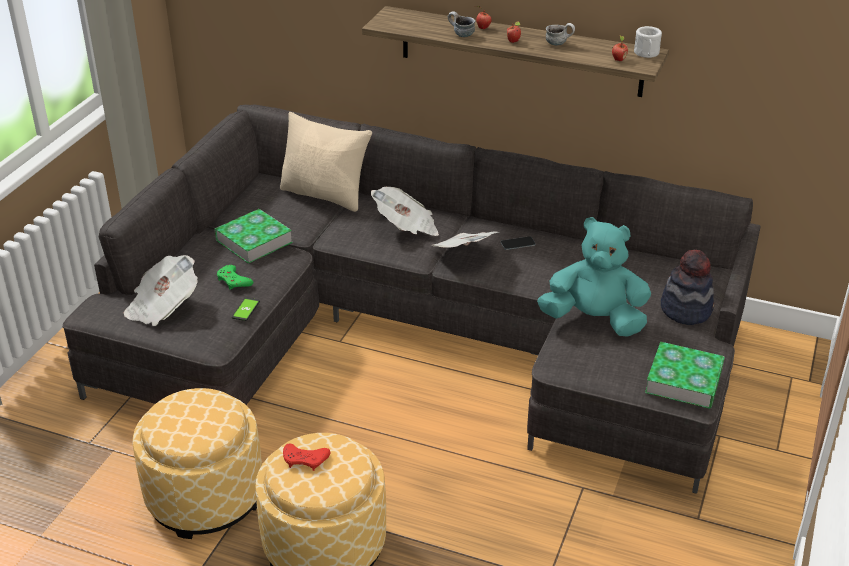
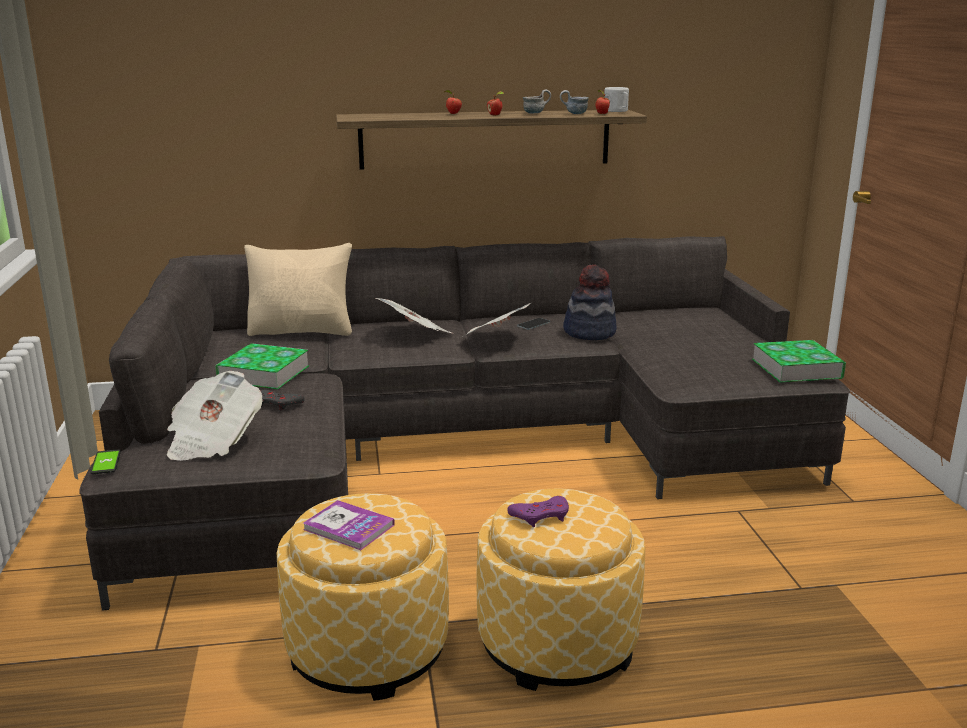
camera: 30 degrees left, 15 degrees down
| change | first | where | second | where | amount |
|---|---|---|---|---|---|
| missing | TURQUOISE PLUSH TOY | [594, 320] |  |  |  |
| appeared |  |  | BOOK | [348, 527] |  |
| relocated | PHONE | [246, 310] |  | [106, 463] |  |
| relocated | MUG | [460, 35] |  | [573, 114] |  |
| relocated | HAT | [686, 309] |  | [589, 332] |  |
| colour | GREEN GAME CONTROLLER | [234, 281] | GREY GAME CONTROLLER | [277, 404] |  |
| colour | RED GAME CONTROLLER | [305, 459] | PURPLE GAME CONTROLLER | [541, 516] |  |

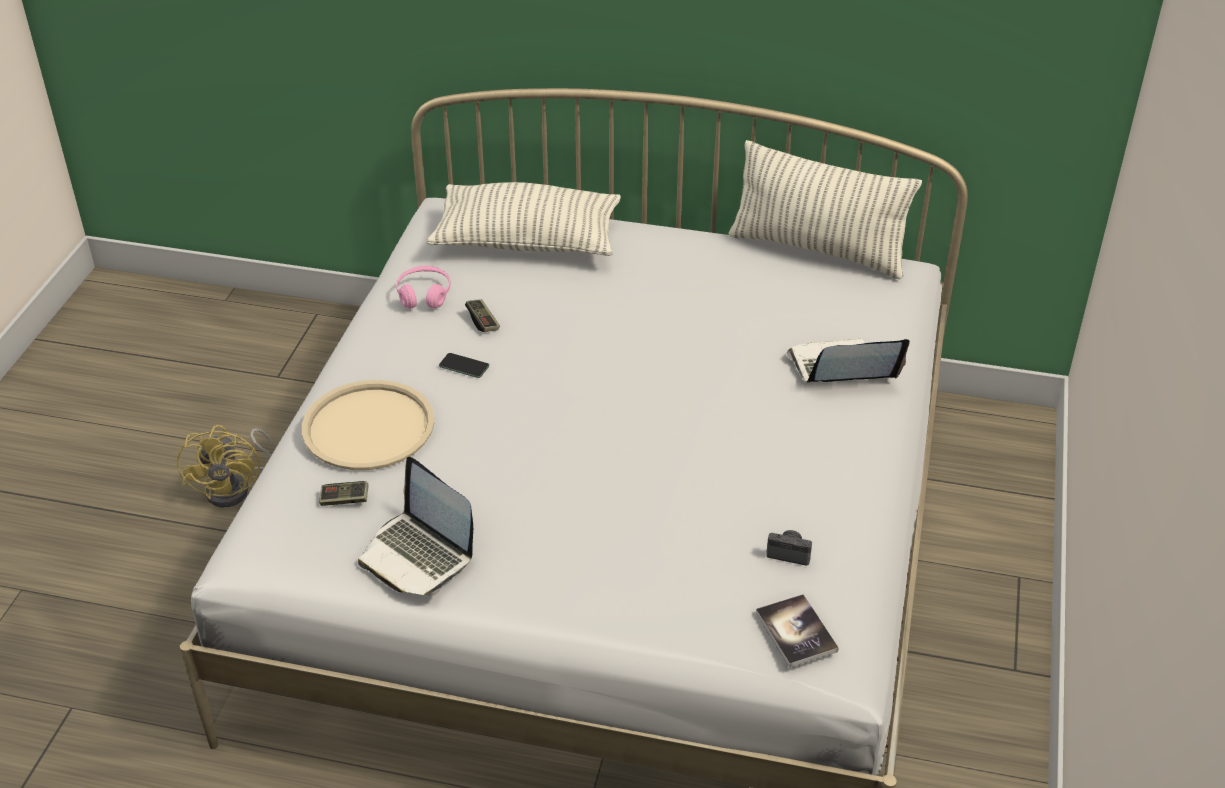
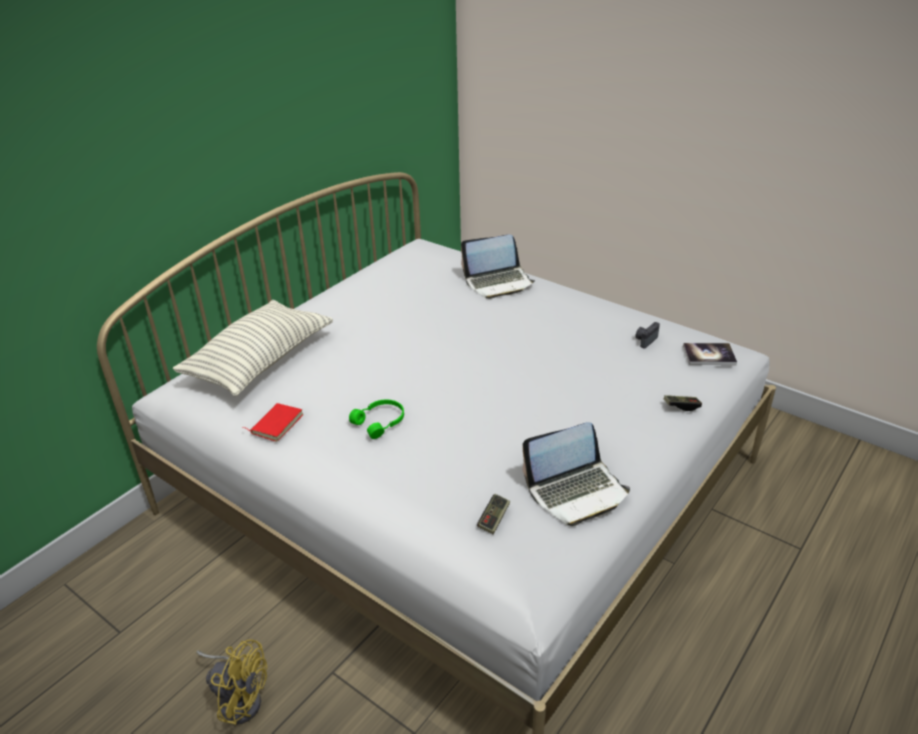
camera: 65 degrees left, 5 degrees down
| change | first | where | second | where | amount |
|---|---|---|---|---|---|
| missing | BEIGE TRAY | [368, 427] |  |  |  |
| missing | PILLOW | [817, 250] |  |  |  |
| relocated | GAME CONTROLLER | [482, 321] |  | [681, 406] |  |
| exchanged | PINK HEADPHONES | [424, 295] | RED BOOK | [276, 424] |  |
| exchanged | PHONE | [464, 366] | GREEN HEADPHONES | [380, 422] |  |
| spun | LAPTOP | [842, 369] |  | [498, 282] | 120 degrees counterclockwise |

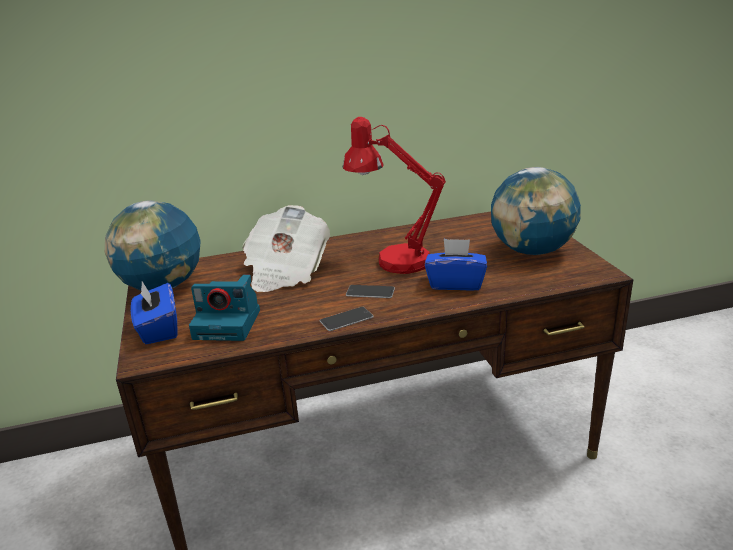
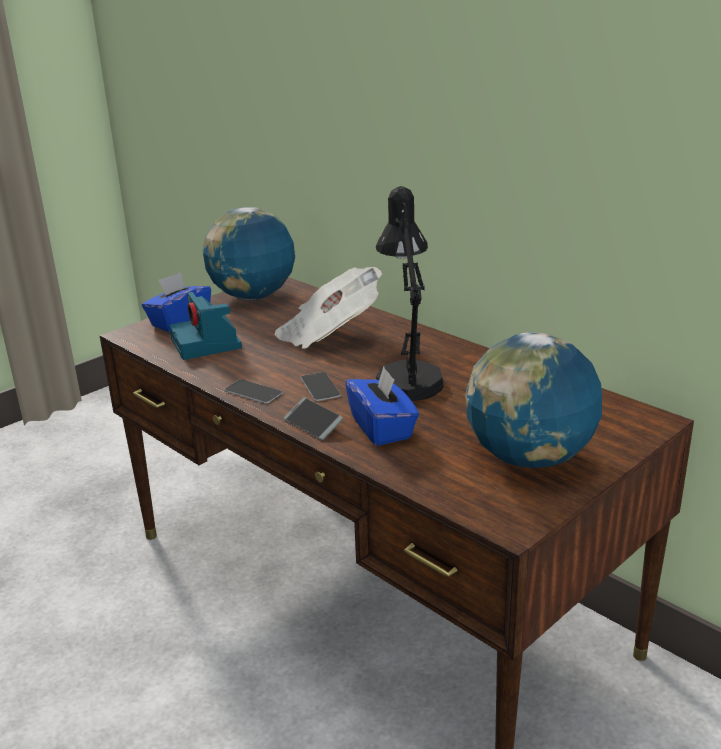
camera: 60 degrees right, 0 degrees up
| change | first | where | second | where | amount |
|---|---|---|---|---|---|
| appeared |  |  | PHONE | [313, 424] |  |
| colour | RED TABLE LAMP | [393, 260] | BLACK TABLE LAMP | [407, 377] |  |

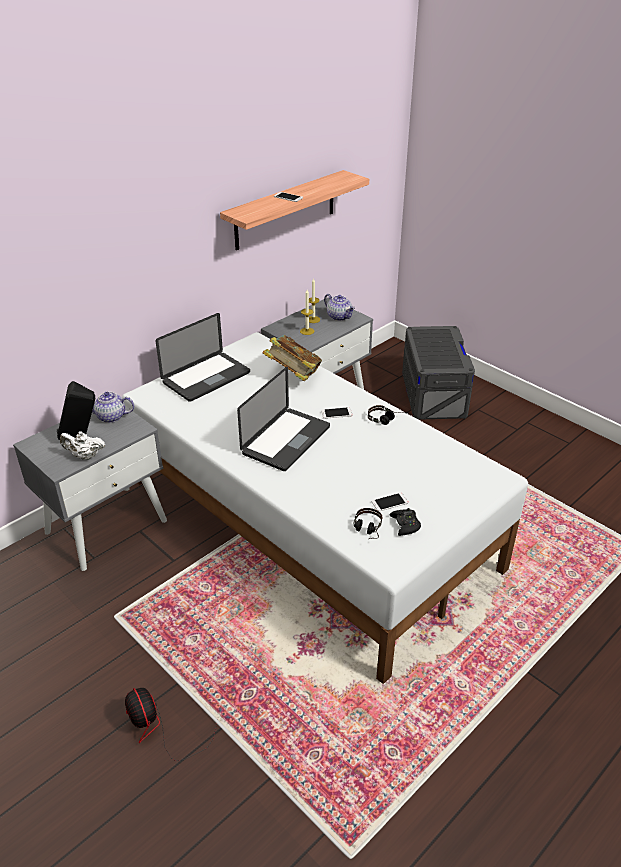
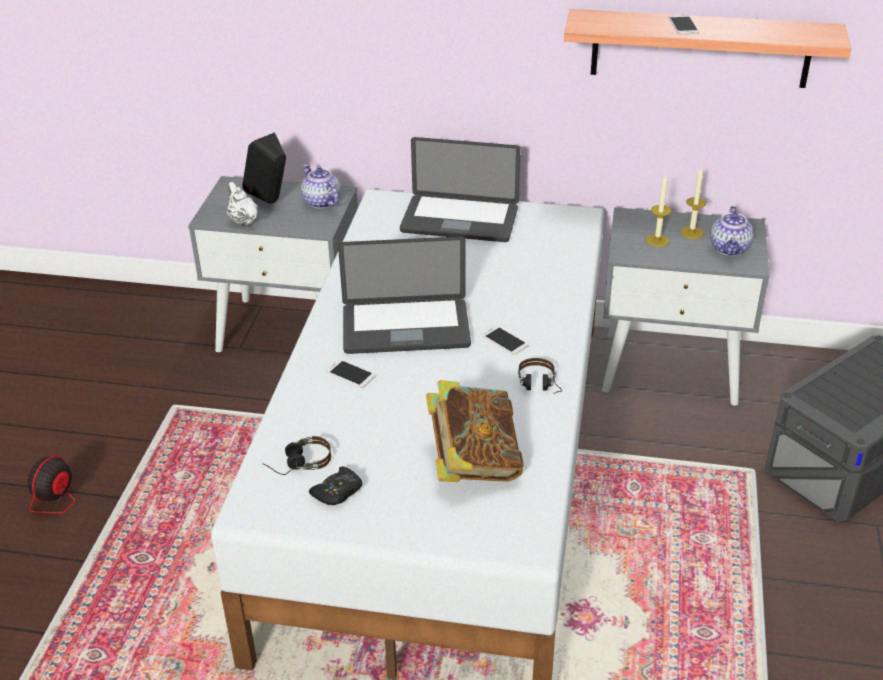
camera: 55 degrees right, 0 degrees up
| change | first | where | second | where | amount |
|---|---|---|---|---|---|
| relocated | BOOK | [293, 375] |  | [473, 463] |  |
| relocated | PHONE | [389, 502] |  | [350, 374] |  |

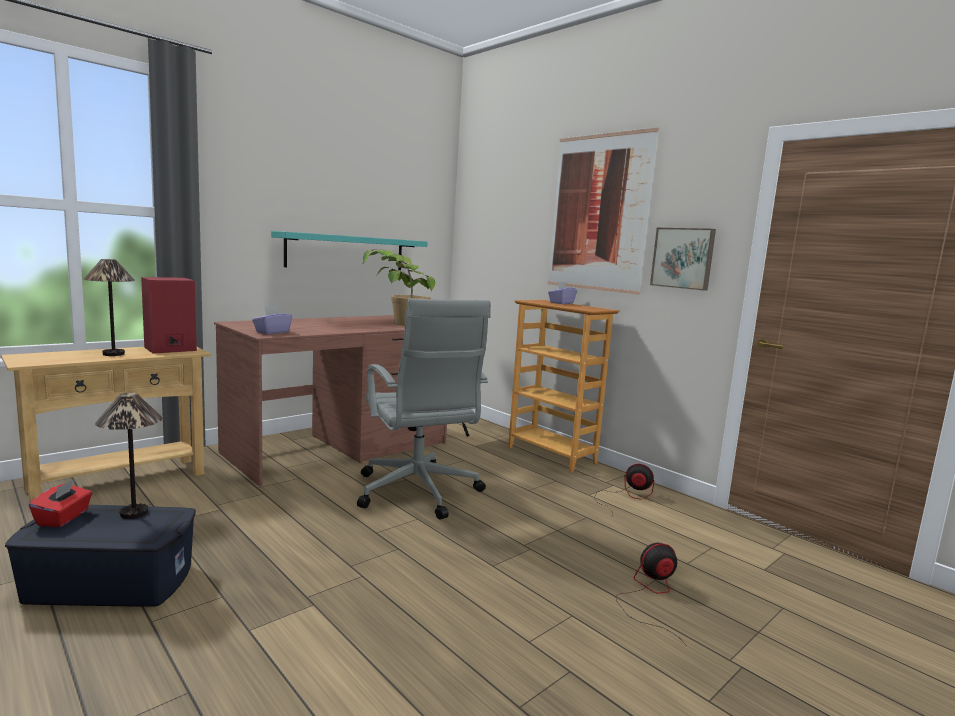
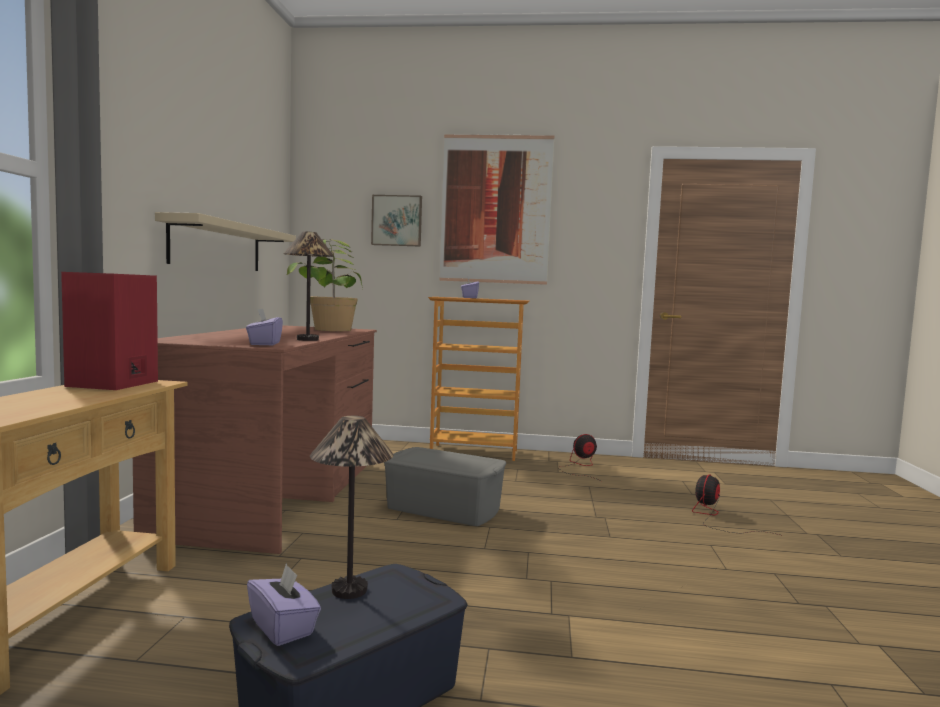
camera: 40 degrees left, 5 degrees down
| change | first | where | second | where | amount |
|---|---|---|---|---|---|
| relocated | TABLE LAMP | [113, 354] |  | [307, 339] |  |
| relocated | PICTURE | [683, 258] |  | [397, 221] |  |
| exchanged | GREY OFFICE CHAIR | [418, 493] | GREY STORAGE BOX | [443, 508] |  |
| colour | RED TISSUE BOX | [63, 518] | PURPLE TISSUE BOX | [283, 627] |  |
| colour | TURQUOISE SHELF | [346, 252] | BEIGE SHELF | [217, 246] |  |

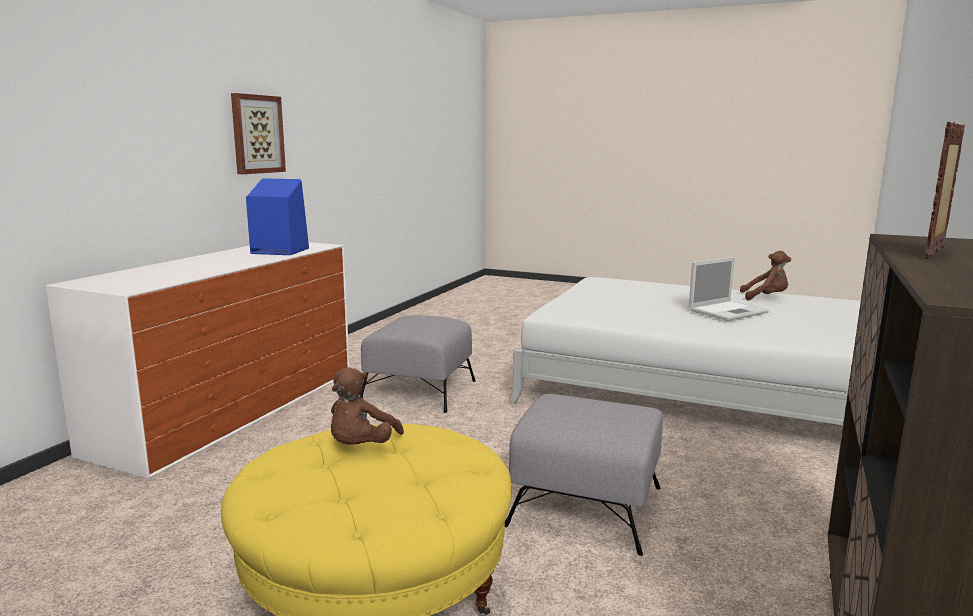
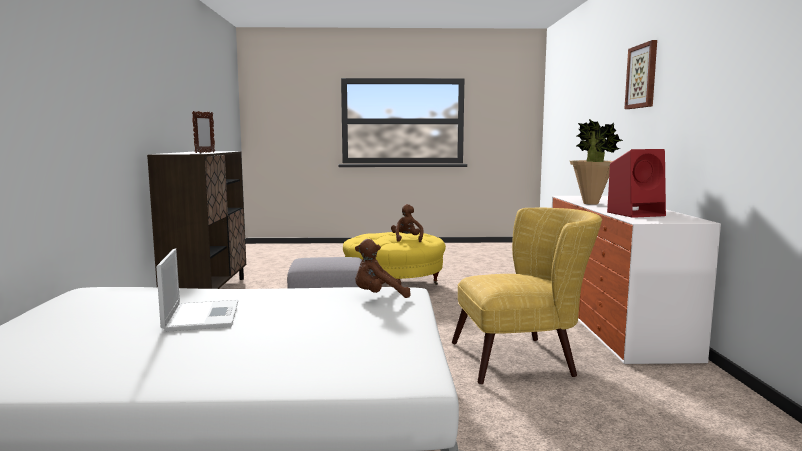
camera: 155 degrees right, 5 degrees down
| change | first | where | second | where | amount |
|---|---|---|---|---|---|
| appeared |  |  | POTTED PLANT | [591, 203] |  |
| relocated | PICTURE | [257, 134] |  | [642, 76] |  |
| relocated | BROWN PLUSH TOY | [766, 298] |  | [378, 296] |  |
| exchanged | GREY OTTOMAN | [420, 390] | YELLOW ARMCHAIR | [524, 359] |  |
| colour | BLUE SPEAKER | [278, 251] | RED SPEAKER | [636, 214] |  |
| spun | LAPTOP | [728, 311] |  | [202, 316] | 135 degrees clockwise |

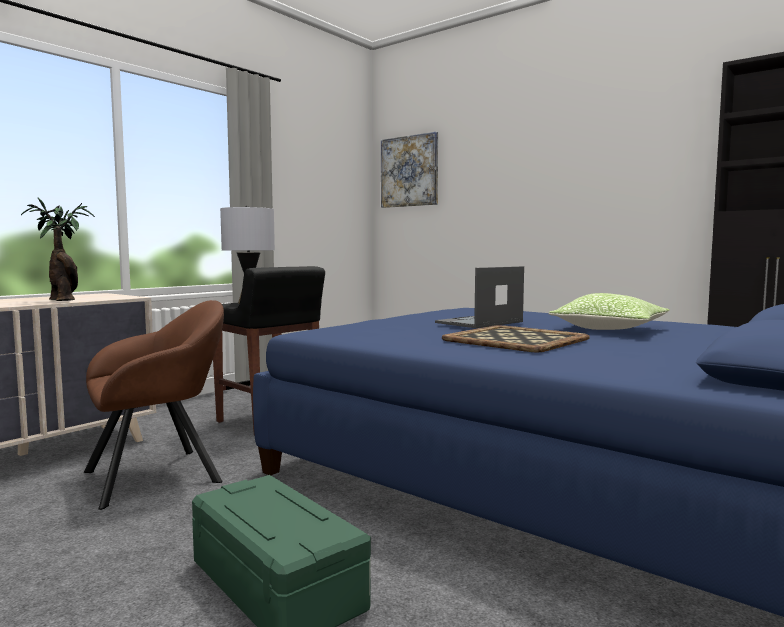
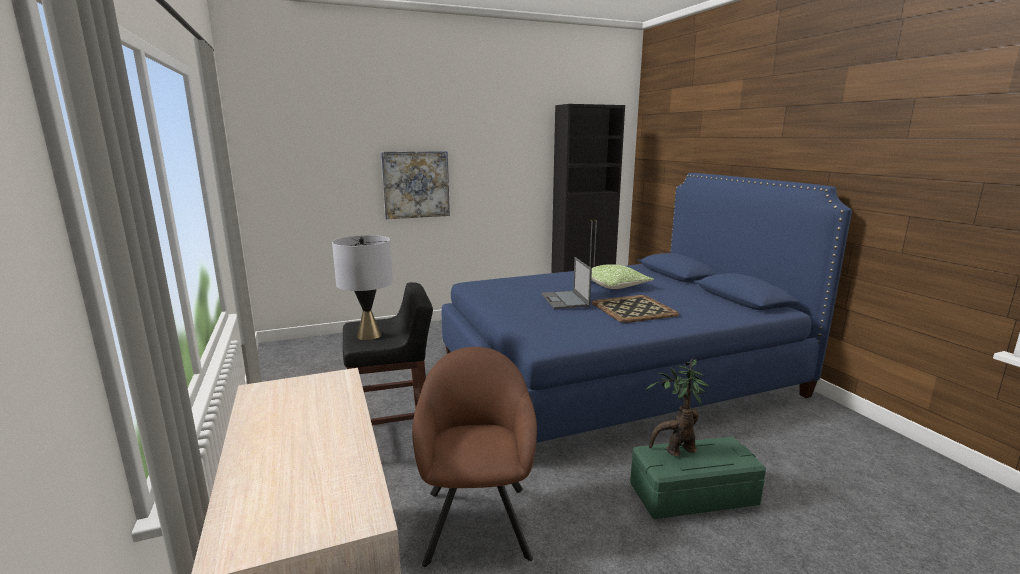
camera: 60 degrees left, 10 degrees up
| change | first | where | second | where | amount |
|---|---|---|---|---|---|
| relocated | POTTED PLANT | [63, 300] |  | [676, 450] |  |
| relocated | PICTURE | [409, 171] |  | [416, 184] |  |

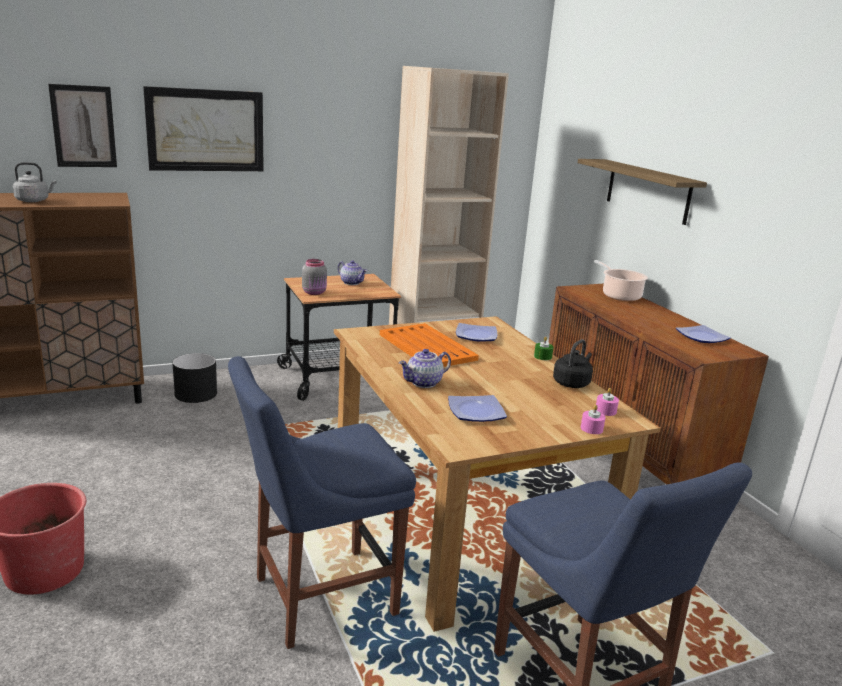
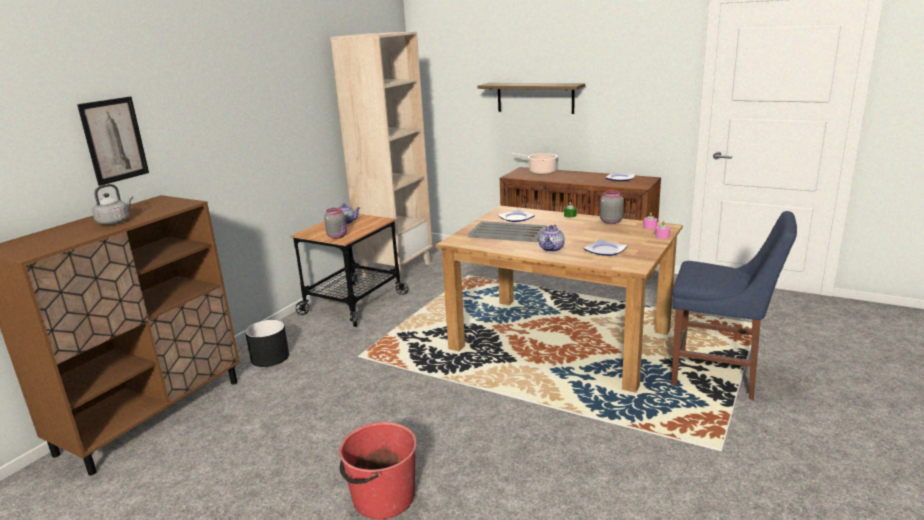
camera: 35 degrees left, 0 degrees up
| change | first | where | second | where | amount |
|---|---|---|---|---|---|
| missing | PICTURE | [205, 130] |  |  |  |
| missing | BLUE CHAIR | [317, 597] |  |  |  |
| exchanged | BLACK KETTLE | [572, 383] | GREY JAR | [610, 221] |  |
| colour | ORANGE TRAY | [427, 347] | GREY TRAY | [509, 233] |  |

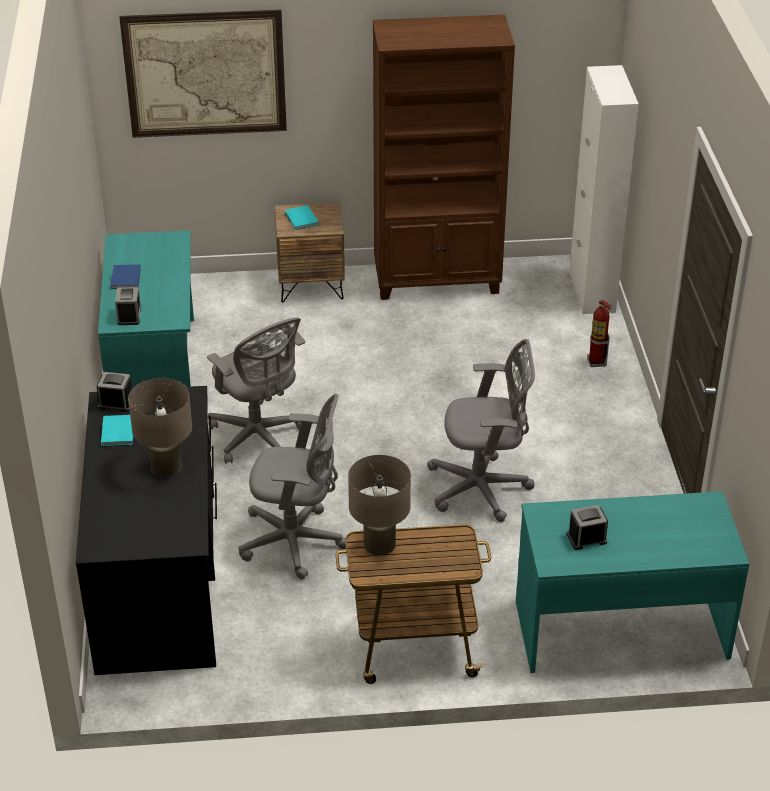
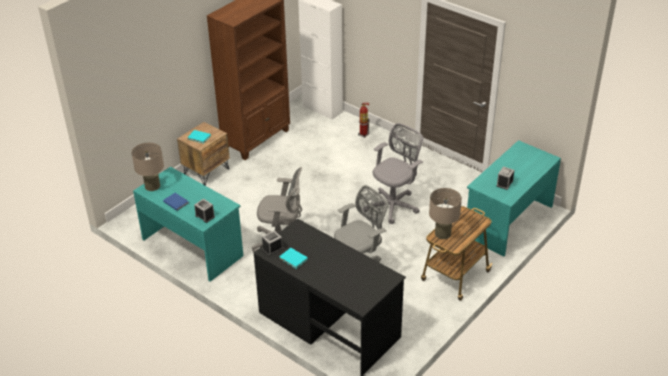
camera: 45 degrees left, 0 degrees up
| change | first | where | second | where | amount |
|---|---|---|---|---|---|
| missing | PICTURE | [205, 74] |  |  |  |
| relocated | BEIGE TABLE LAMP | [166, 466] |  | [152, 186] |  |

